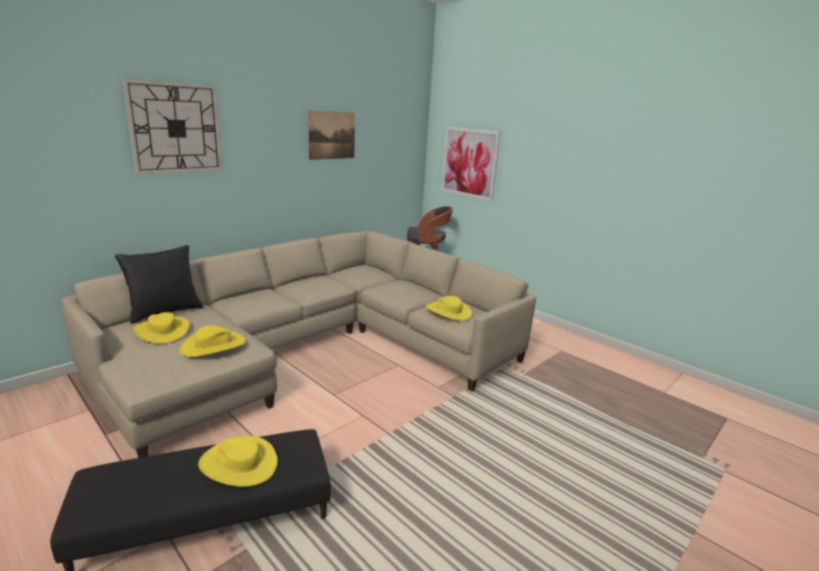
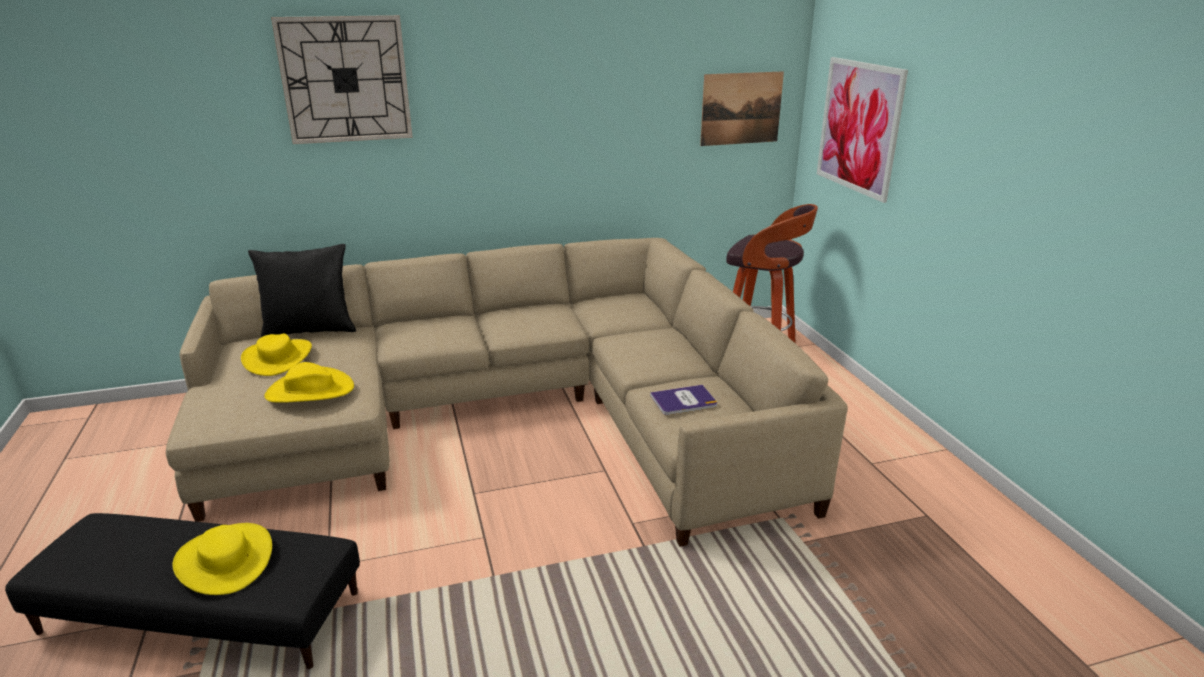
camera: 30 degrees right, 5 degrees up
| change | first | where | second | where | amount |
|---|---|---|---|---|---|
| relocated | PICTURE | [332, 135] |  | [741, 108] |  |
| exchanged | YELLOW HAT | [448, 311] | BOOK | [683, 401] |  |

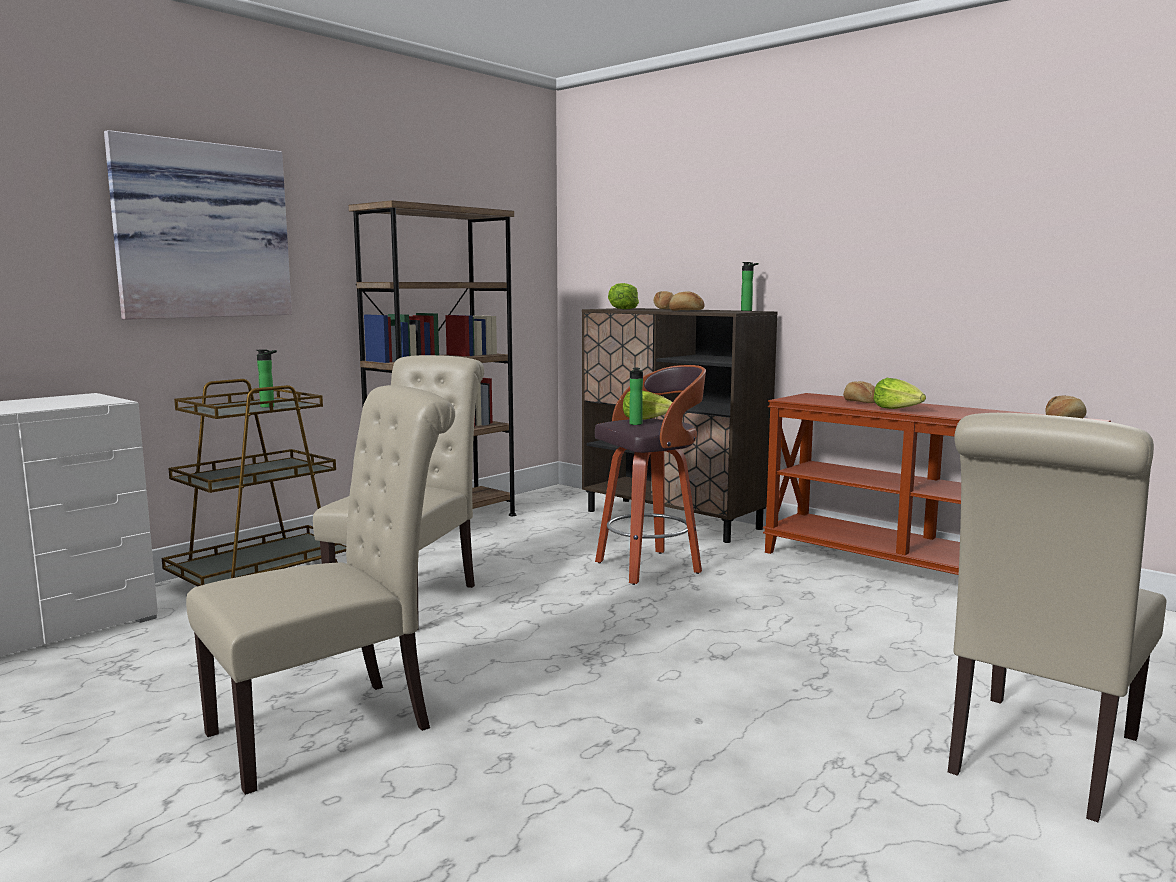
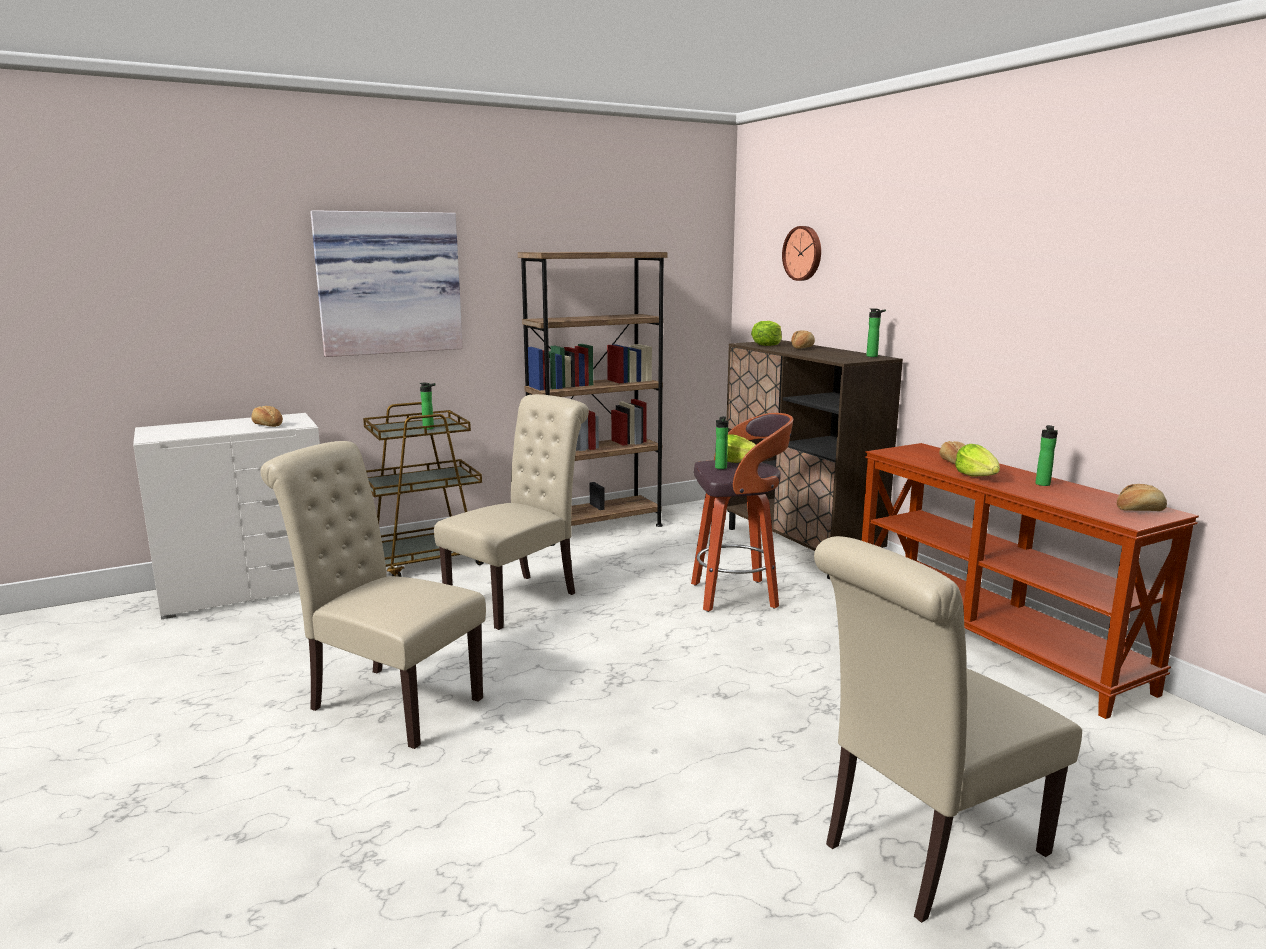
camera: 20 degrees right, 5 degrees up
| change | first | where | second | where | amount |
|---|---|---|---|---|---|
| appeared |  |  | WALL CLOCK | [803, 253] |  |
| appeared |  |  | BOTTLE | [1043, 485] |  |
| relocated | BREAD | [686, 310] |  | [267, 425] |  |
| spun | BEIGE CHAIR | [334, 727] |  | [387, 701] | 135 degrees counterclockwise |

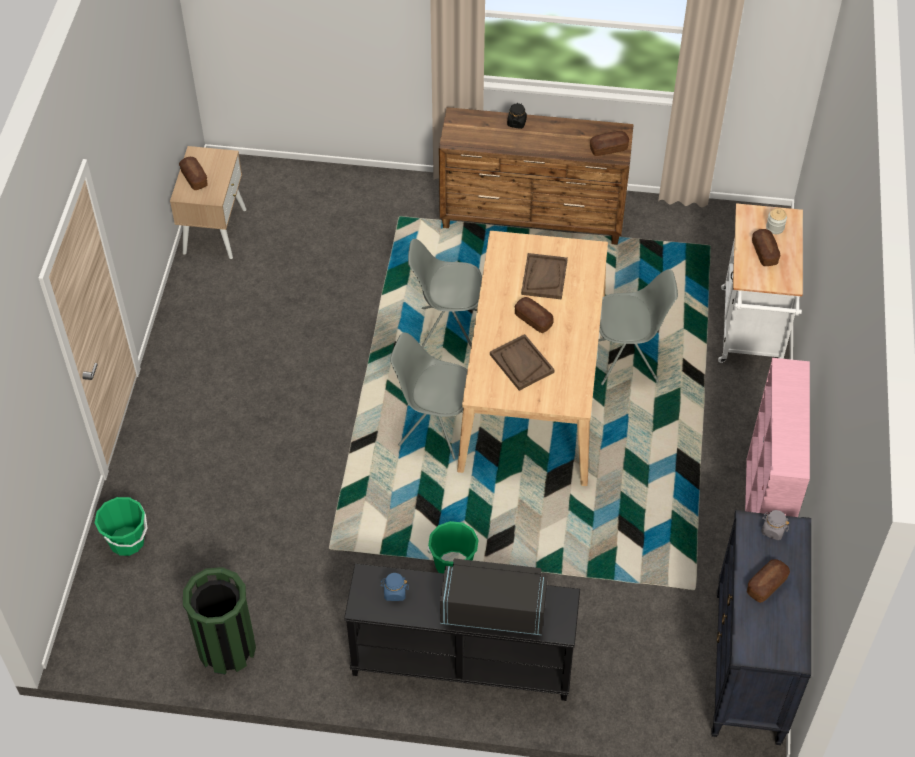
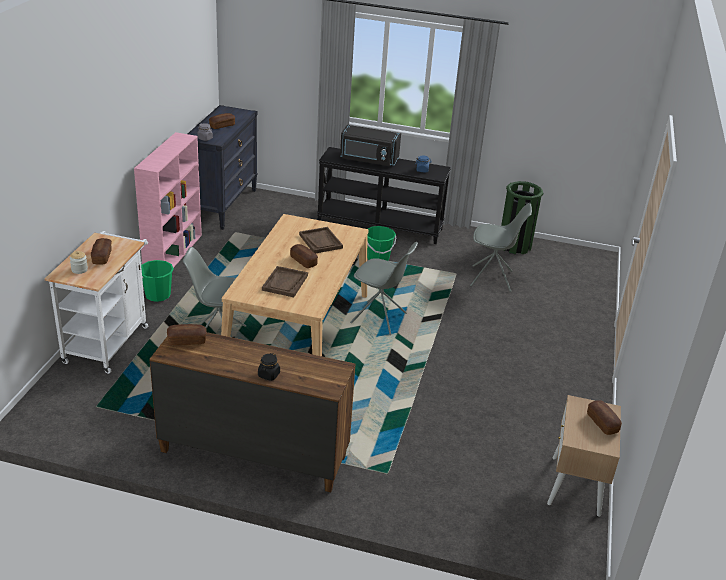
camera: 175 degrees left, 20 degrees down
| change | first | where | second | where | amount |
|---|---|---|---|---|---|
| relocated | GREEN BUCKET | [127, 541] |  | [158, 295] |  |
| relocated | GREY CHAIR | [447, 330] |  | [492, 279] |  |

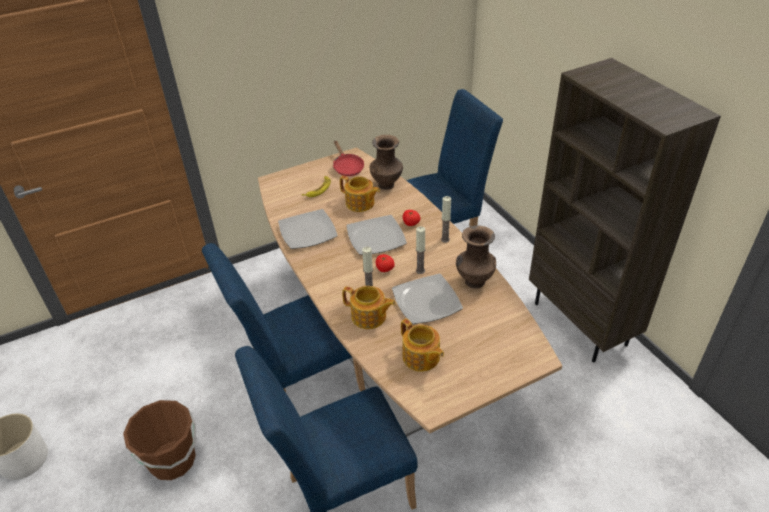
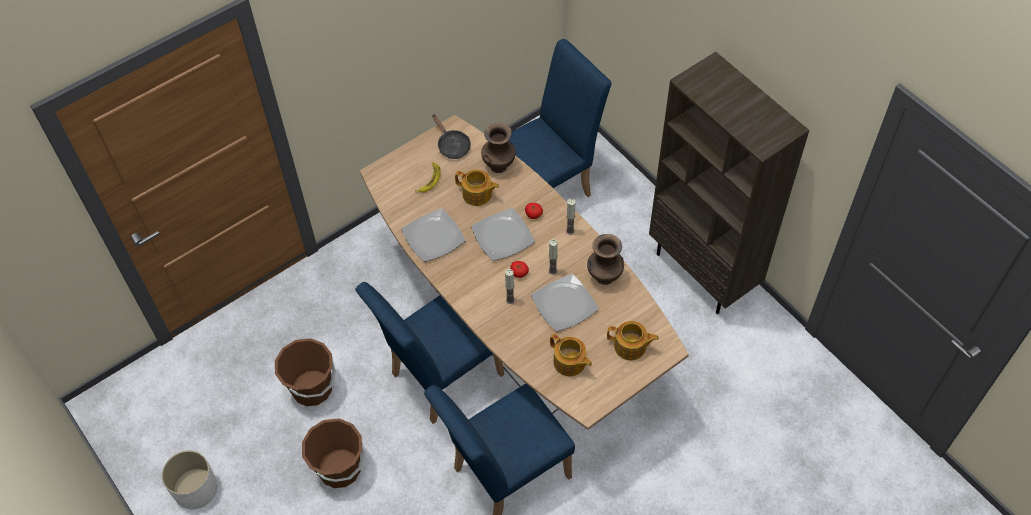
camera: 10 degrees left, 15 degrees up
| change | first | where | second | where | amount |
|---|---|---|---|---|---|
| appeared |  |  | BROWN BUCKET | [312, 388] |  |
| relocated | TEAPOT | [369, 317] |  | [631, 347] |  |
| colour | RED FRYING PAN | [347, 167] | BLACK FRYING PAN | [452, 145] |  |

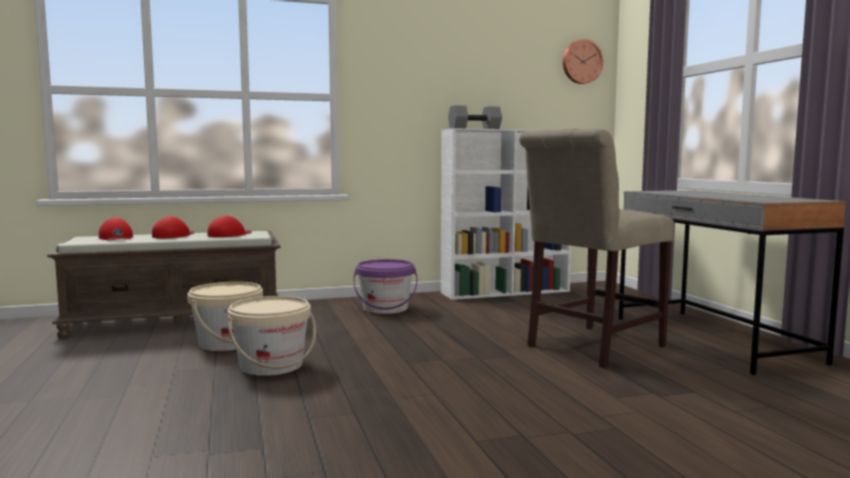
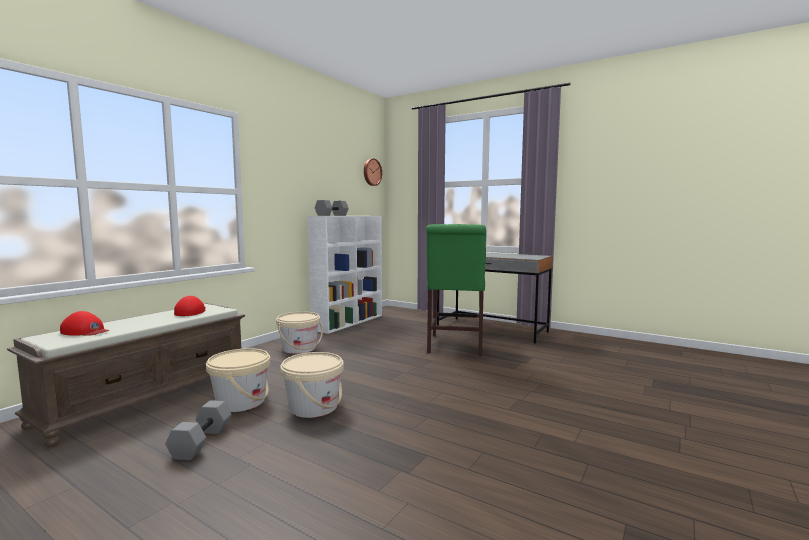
camera: 40 degrees left, 0 degrees up
| change | first | where | second | where | amount |
|---|---|---|---|---|---|
| missing | RED CAP | [174, 235] |  |  |  |
| appeared |  |  | GREY DUMBBELL | [201, 441] |  |
| colour | PURPLE BUCKET | [385, 308] | BEIGE BUCKET | [299, 348] |  |
| colour | BEIGE CHAIR | [590, 347] | GREEN CHAIR | [455, 346] |  |

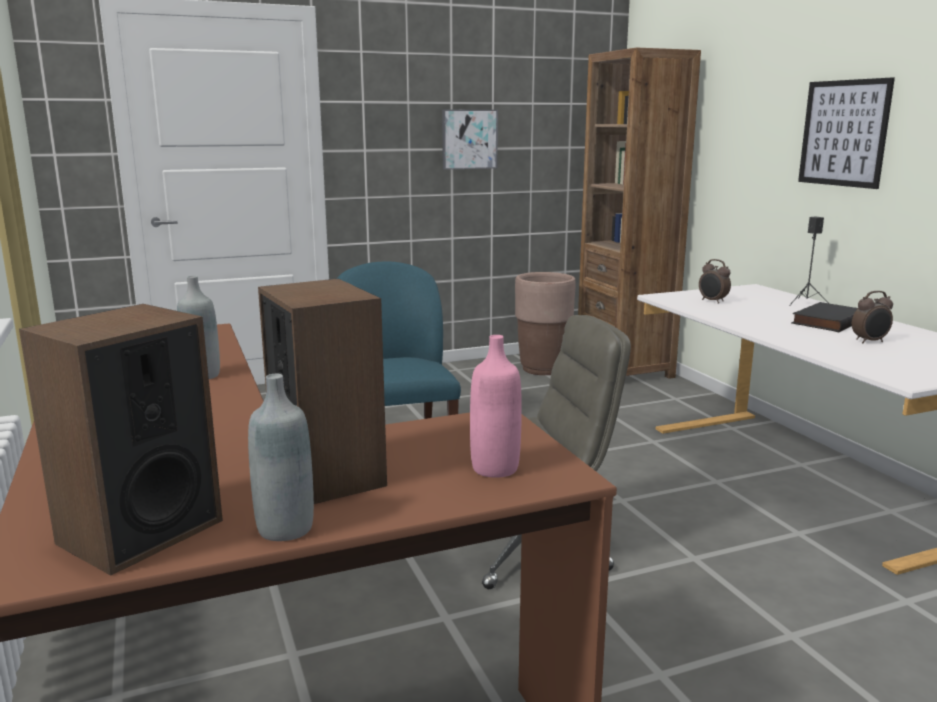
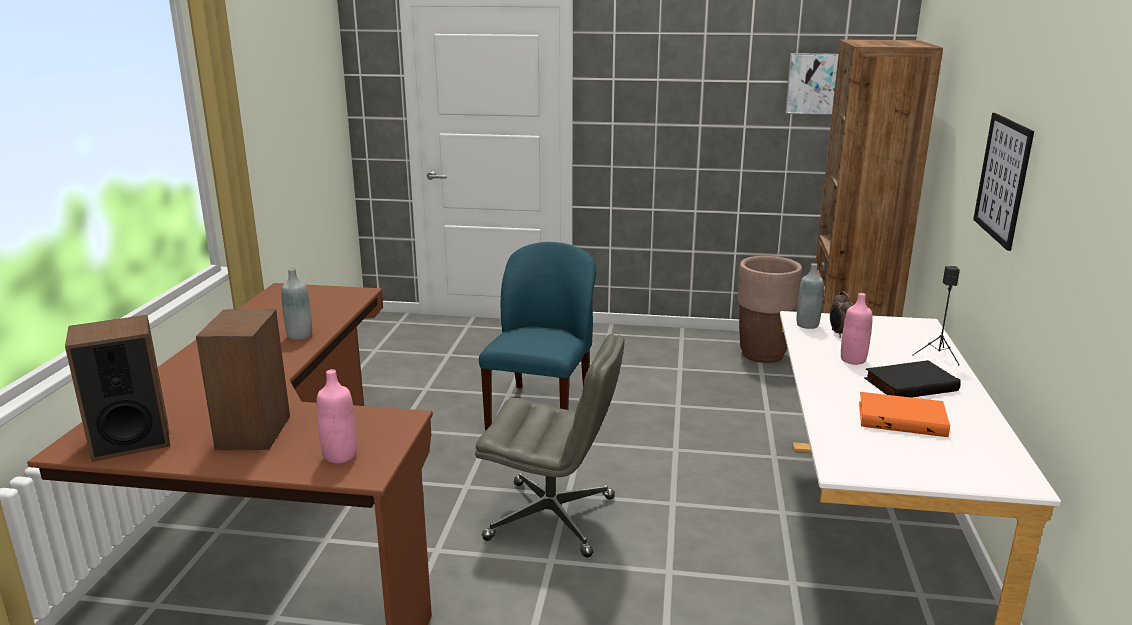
camera: 30 degrees right, 5 degrees up
| change | first | where | second | where | amount |
|---|---|---|---|---|---|
| appeared |  |  | PINK BOTTLE | [853, 360] |  |
| relocated | GREY BOTTLE | [285, 528] |  | [807, 325] |  |
| relocated | PICTURE | [469, 139] |  | [817, 83] |  |
| exchanged | ALARM CLOCK | [870, 341] | ORANGE BOOK | [902, 418] |  |

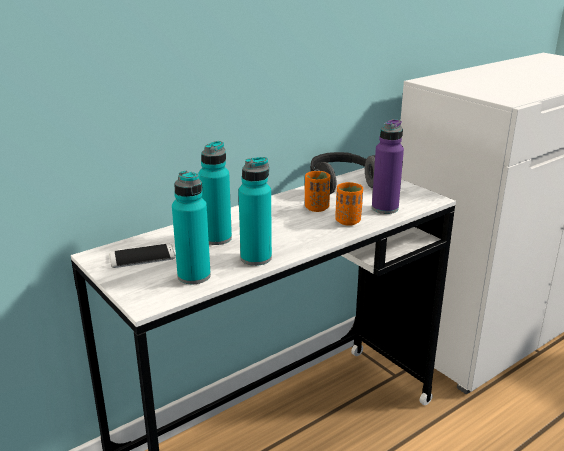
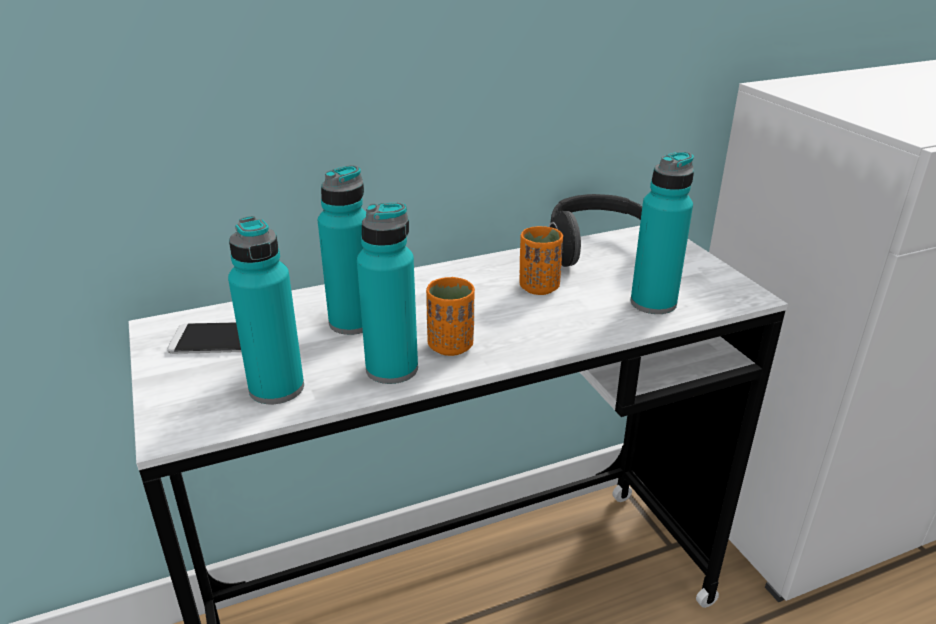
camera: 15 degrees right, 5 degrees up
| change | first | where | second | where | amount |
|---|---|---|---|---|---|
| relocated | ORANGE CUP | [348, 221] |  | [451, 346] |  |
| colour | PURPLE BOTTLE | [385, 208] | TURQUOISE BOTTLE | [653, 303] |  |

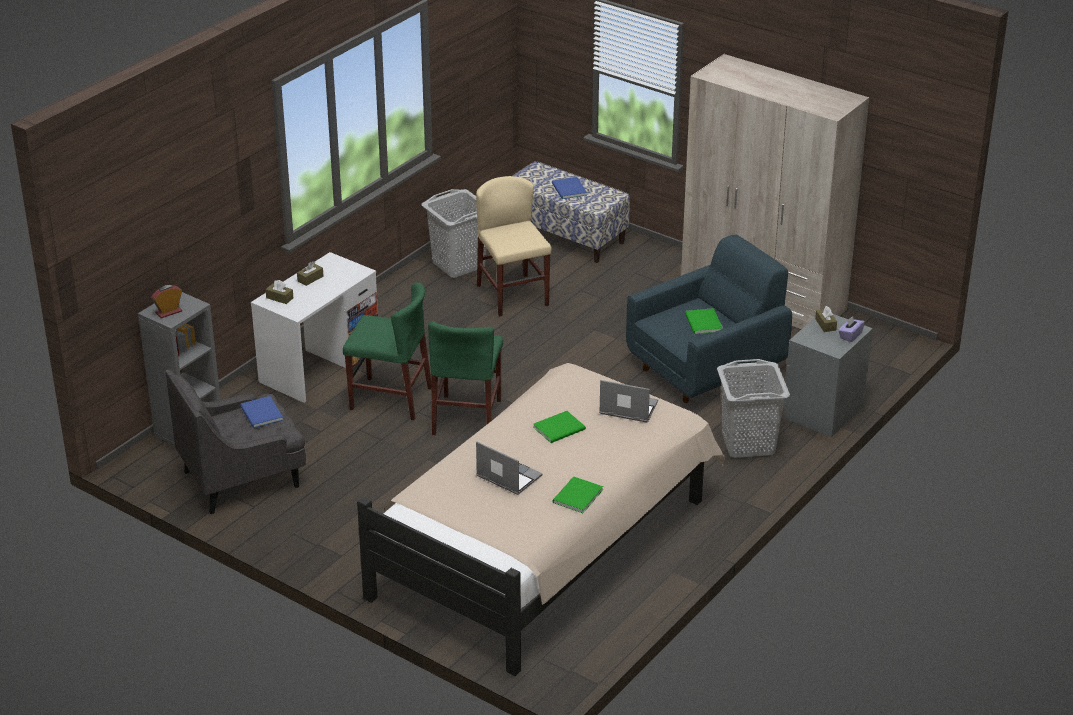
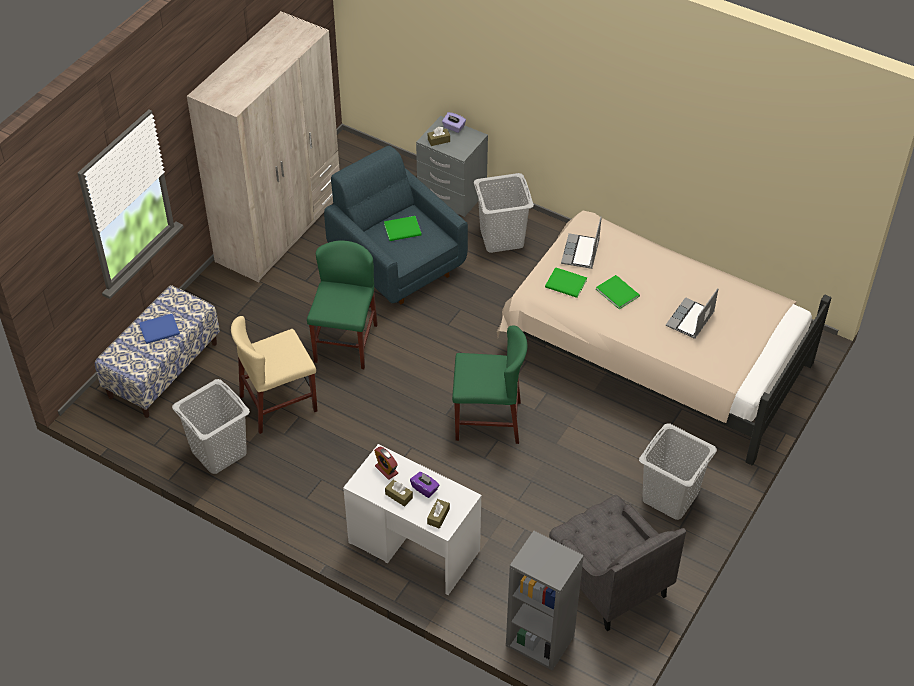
camera: 95 degrees left, 15 degrees up
| change | first | where | second | where | amount |
|---|---|---|---|---|---|
| missing | BLUE BOOK | [261, 414] |  |  |  |
| appeared |  |  | PURPLE TISSUE BOX | [425, 489] |  |
| appeared |  |  | GREY LAUNDRY BASKET | [670, 497] |  |
| relocated | ALARM CLOCK | [169, 312] |  | [386, 470] |  |
| relocated | GREEN CHAIR | [390, 398] |  | [345, 343] |  |
| relocated | GREEN BOOK | [576, 496] |  | [566, 284] |  |

